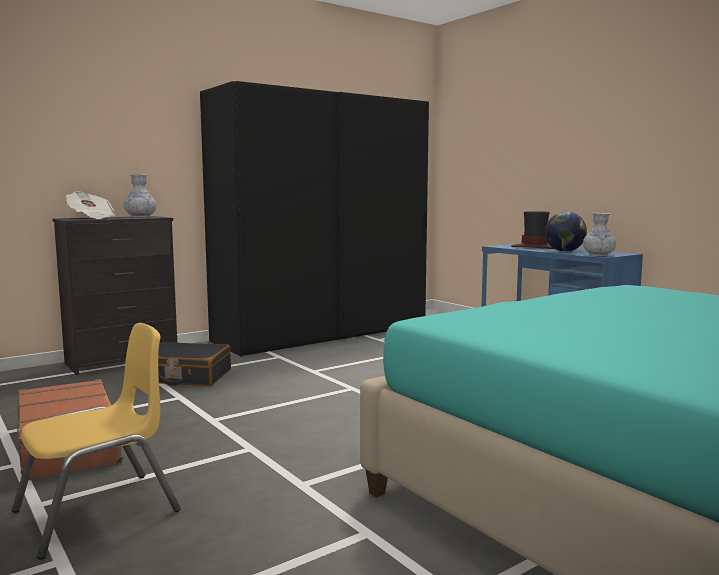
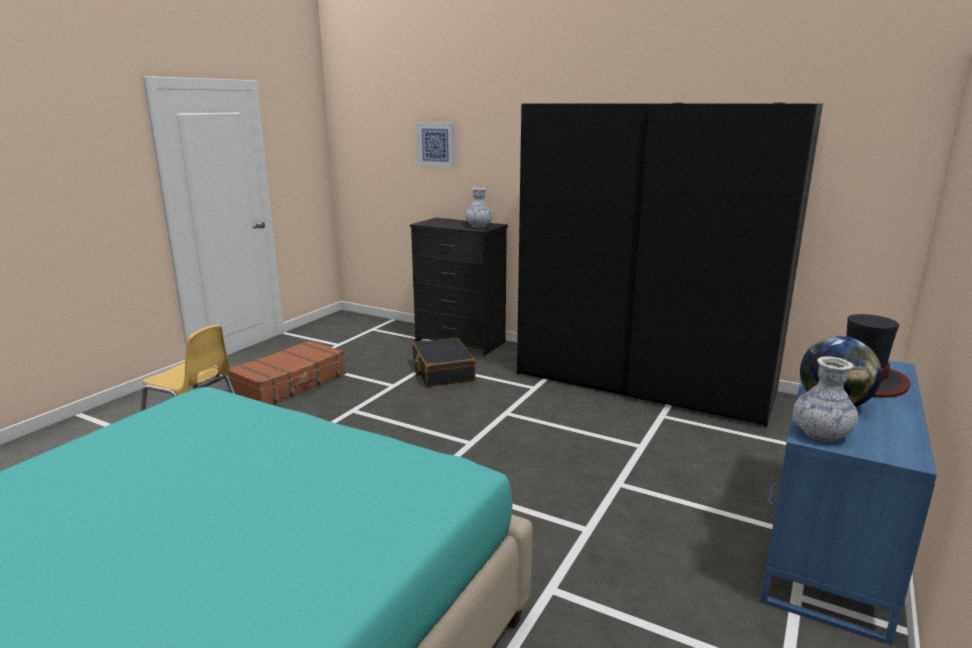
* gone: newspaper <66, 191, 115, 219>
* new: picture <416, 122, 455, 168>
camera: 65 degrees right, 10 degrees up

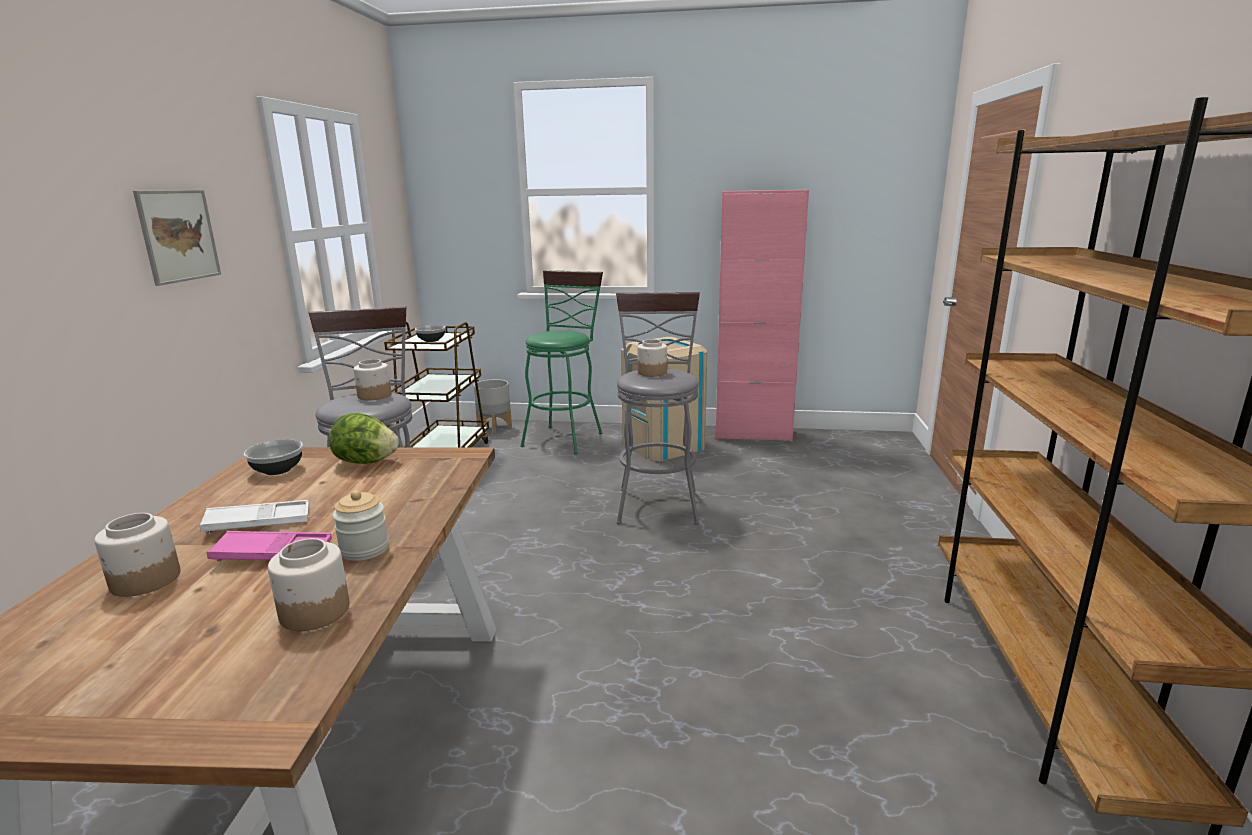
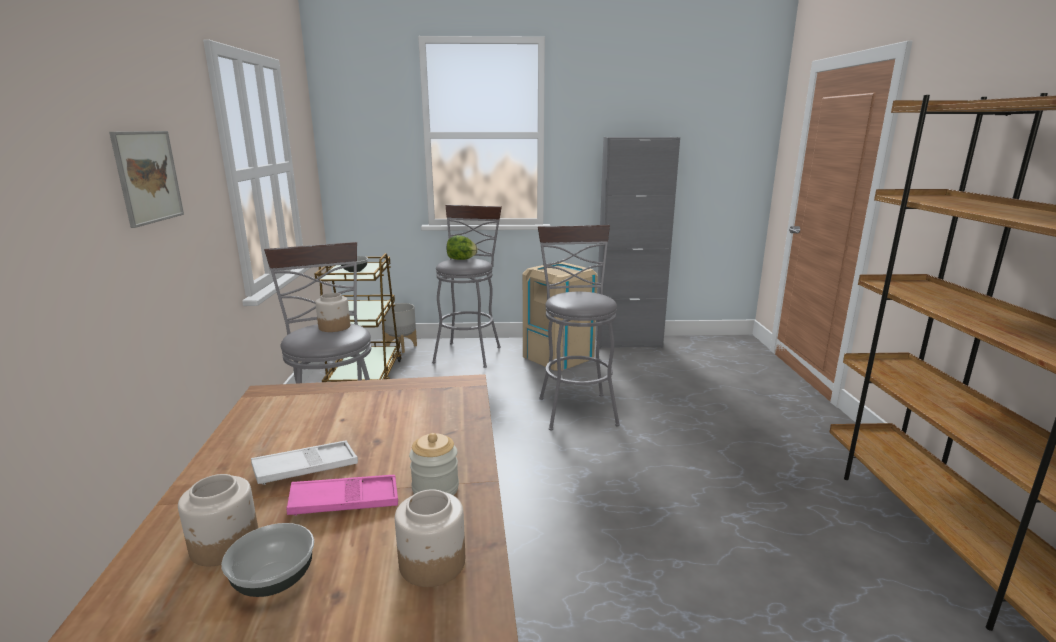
* gone: jar <637, 339, 667, 377>
* shifted: bowl <244, 439, 303, 475> to <221, 523, 314, 597>
* shifted: lettuce <329, 413, 399, 464> to <446, 235, 478, 260>
* repainted: green stool <521, 270, 603, 454> to grey stool <432, 205, 502, 368>
* repainted: pink cabinet <716, 190, 809, 442> to grey cabinet <595, 137, 680, 348>
camera: 10 degrees left, 0 degrees up

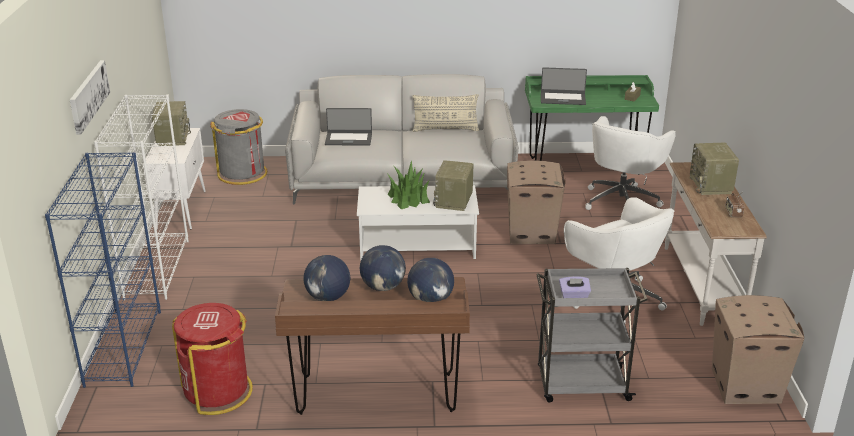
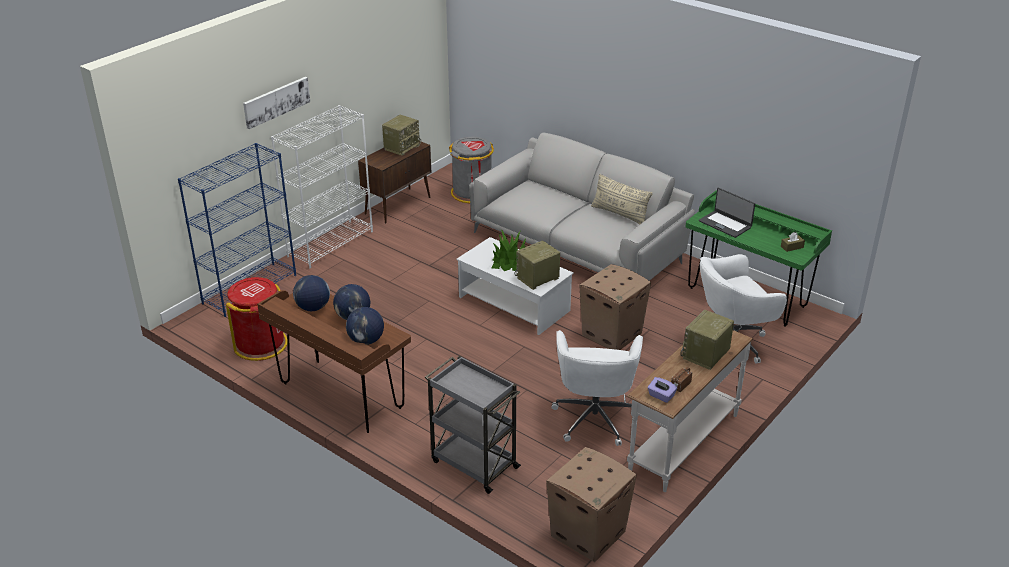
* gone: laptop <325, 108, 372, 145>
* shifted: purple tissue box <559, 276, 591, 298> to <648, 377, 677, 403>
* repainted: white cabinet <143, 128, 206, 229> to brown cabinet <358, 142, 431, 224>
camera: 40 degrees right, 5 degrees up

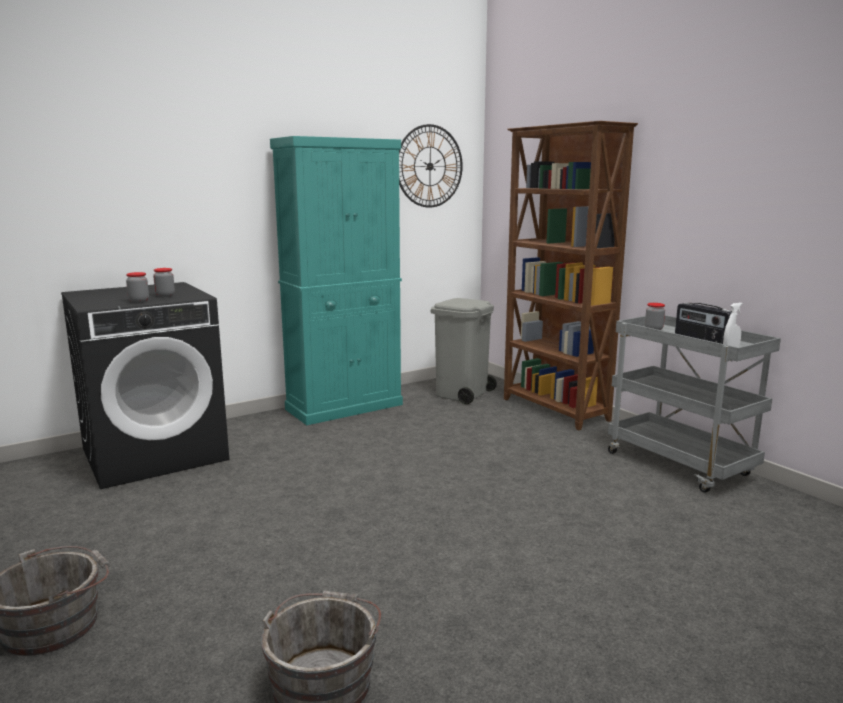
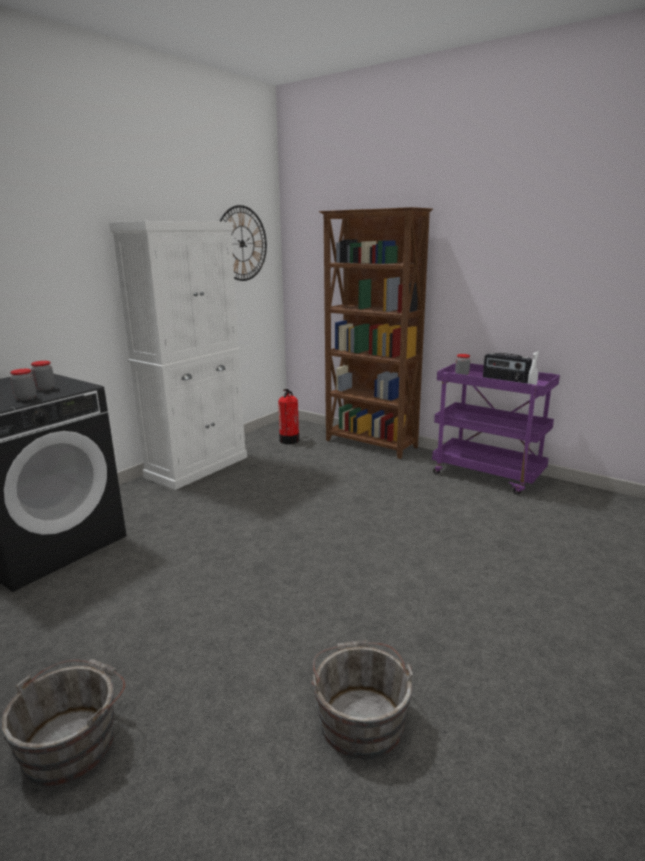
* swapped: grey trash can <430, 298, 497, 404> to fire extinguisher <278, 389, 299, 444>
* repainted: turquoise cabinet <270, 136, 403, 425> to white cabinet <109, 221, 247, 490>
* repainted: grey cart <608, 315, 781, 493> to purple cart <432, 363, 560, 495>
camera: 20 degrees left, 5 degrees up

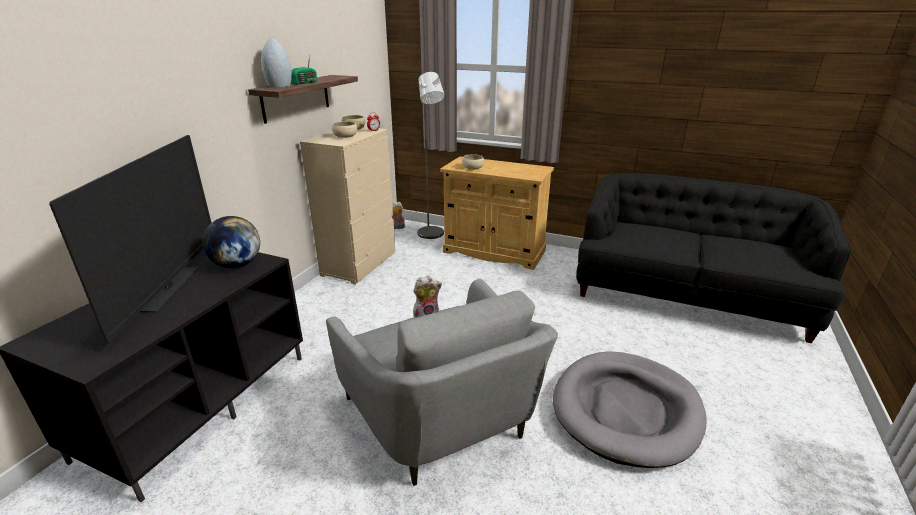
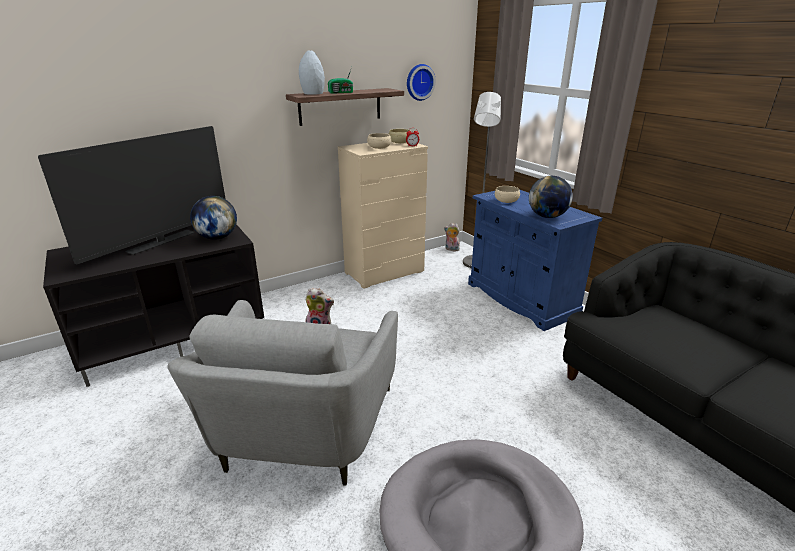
* new: wall clock <407, 64, 436, 101>
* new: globe <529, 176, 573, 218>
* repainted: beige cabinet <440, 156, 554, 270> to blue cabinet <468, 189, 602, 331>
camera: 35 degrees right, 0 degrees up

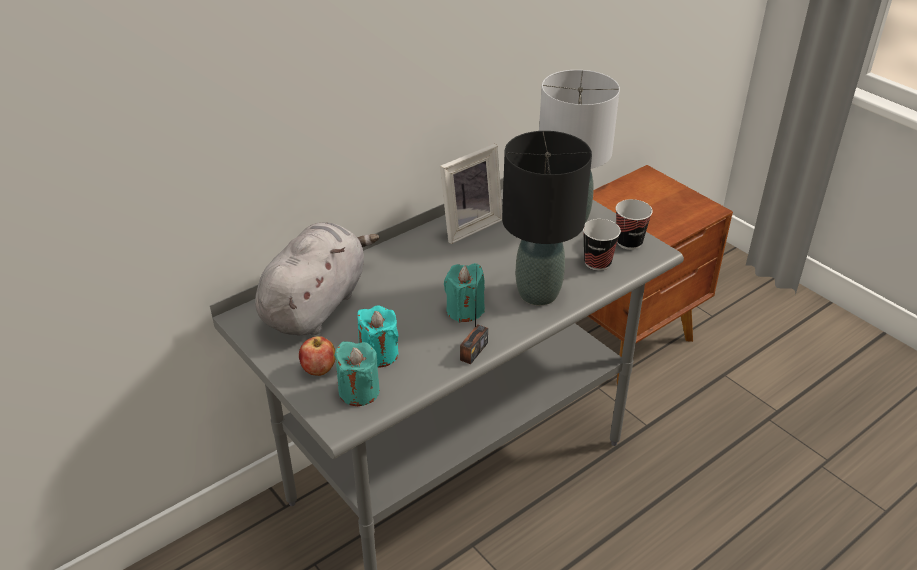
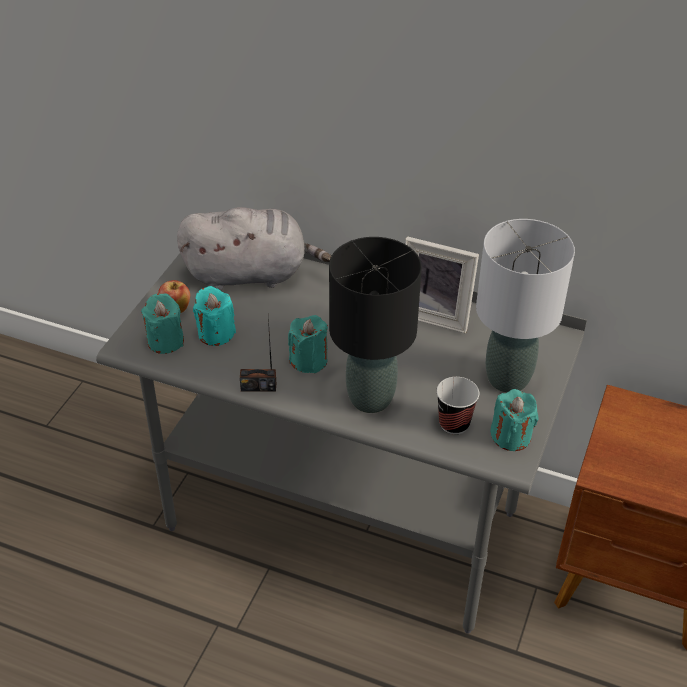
* swapped: cup <615, 199, 653, 250> to turquoise candle <490, 389, 538, 451>
camera: 60 degrees right, 5 degrees up

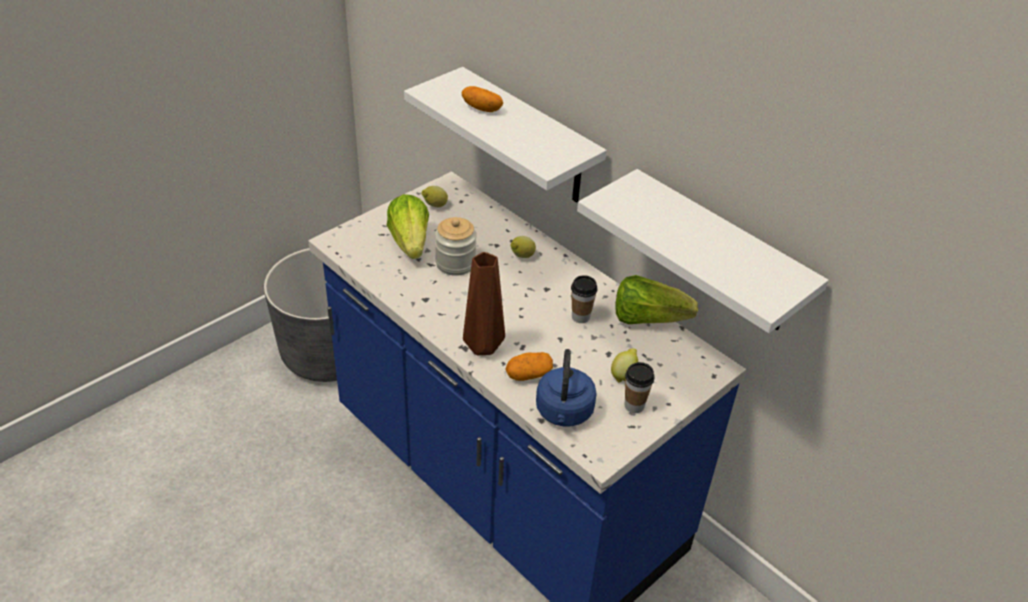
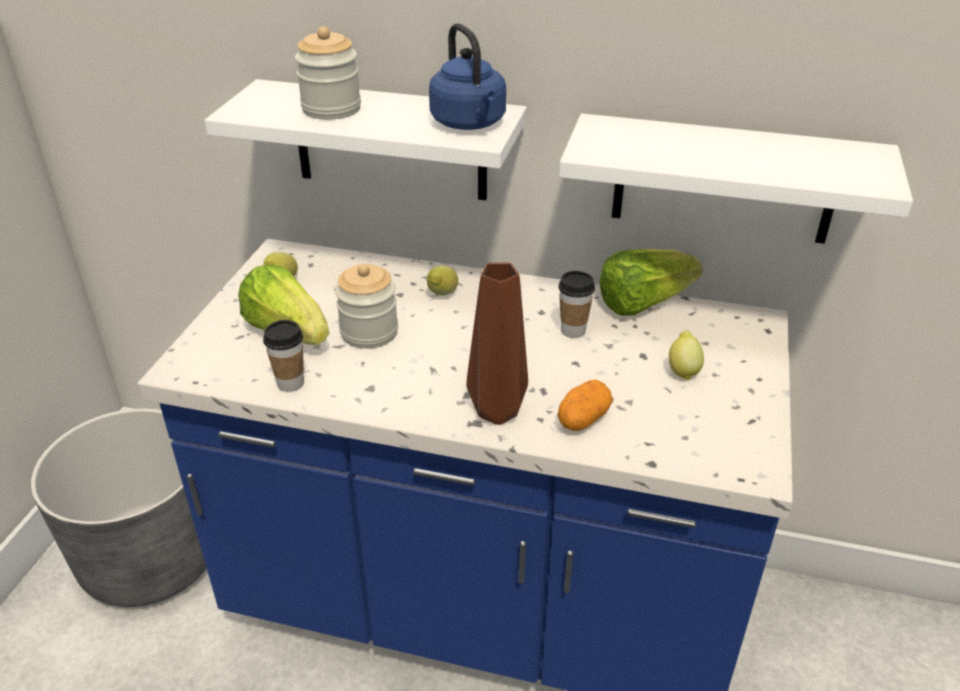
* shifted: blue kettle <536, 349, 597, 427> to <429, 23, 506, 130>
* shifted: cup <625, 362, 654, 413> to <263, 320, 304, 392>
* swapped: potato <462, 86, 503, 112> to jar <295, 27, 361, 120>
camera: 30 degrees left, 5 degrees down

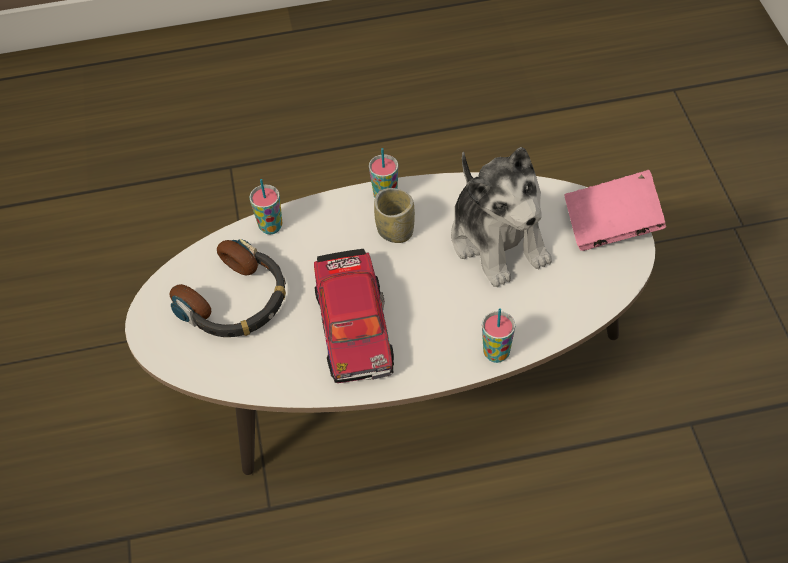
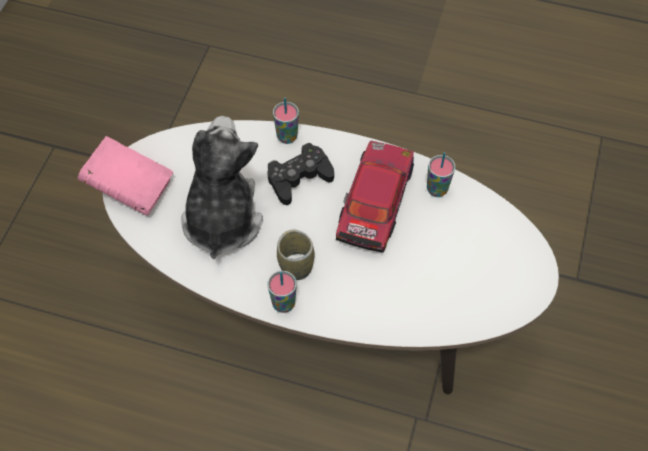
* gone: headphones <170, 239, 286, 337>
* new: black game controller <267, 143, 334, 205>
* shifted: cup <249, 179, 282, 235> to <427, 152, 455, 197>
camera: 155 degrees left, 5 degrees up

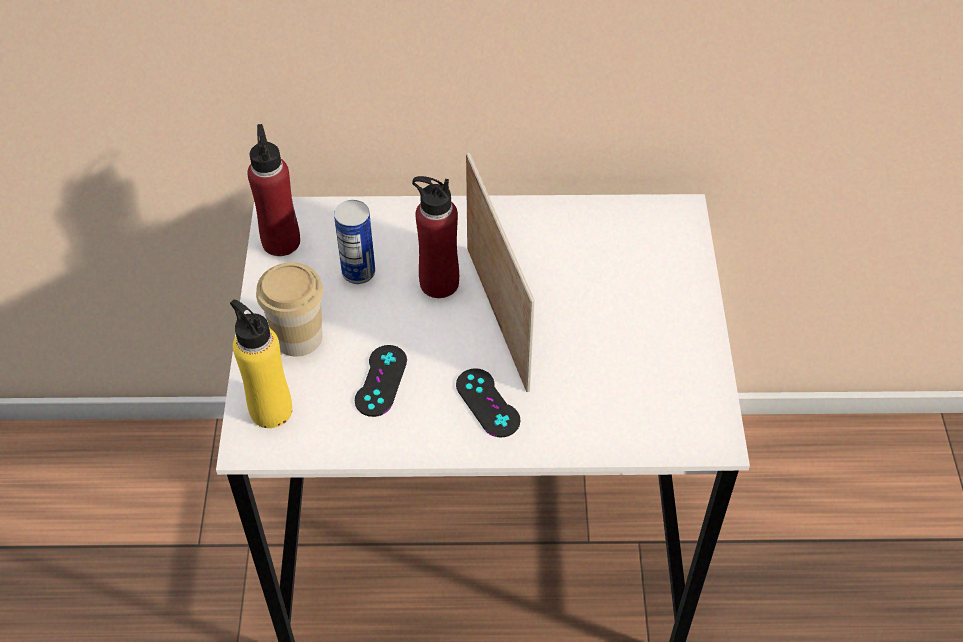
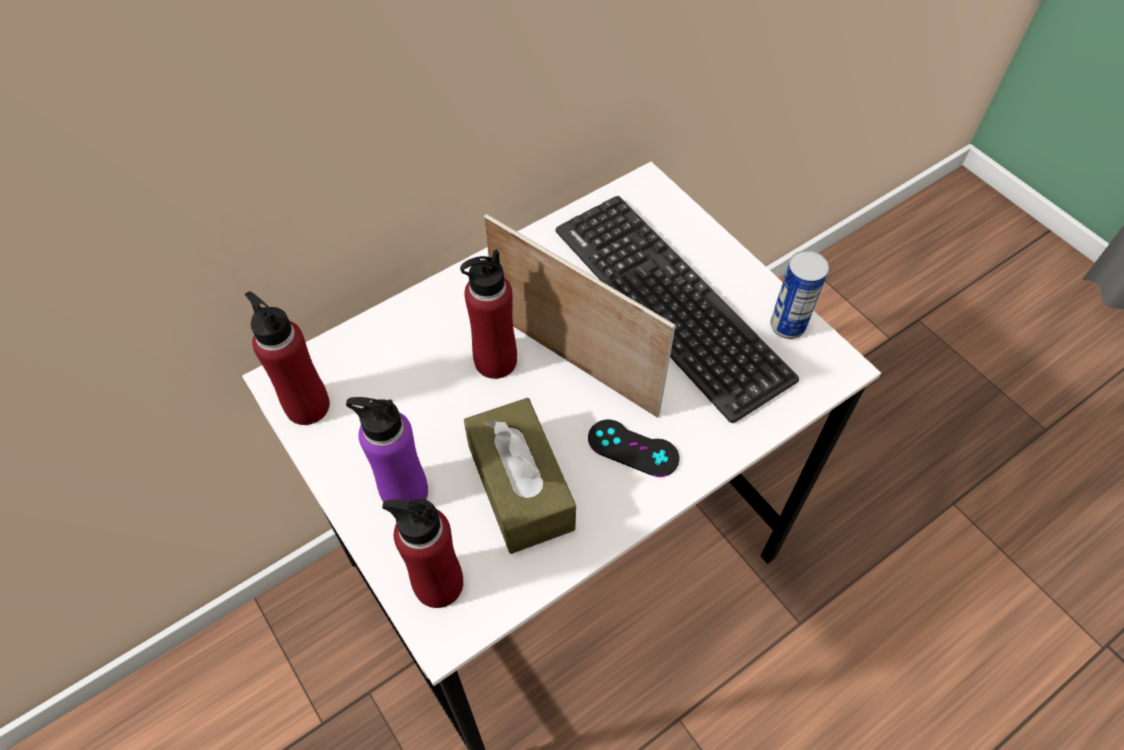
* new: keyboard <556, 196, 799, 423>
* shifted: can <334, 200, 375, 284> to <770, 251, 829, 339>
* swapped: cup <256, 262, 323, 357> to purple bottle <346, 397, 428, 509>
* swapped: black game controller <355, 345, 407, 417> to brown tissue box <464, 398, 576, 554>
* repainted: yellow bottle <230, 300, 292, 428> to red bottle <382, 499, 463, 608>
camera: 35 degrees left, 5 degrees up

